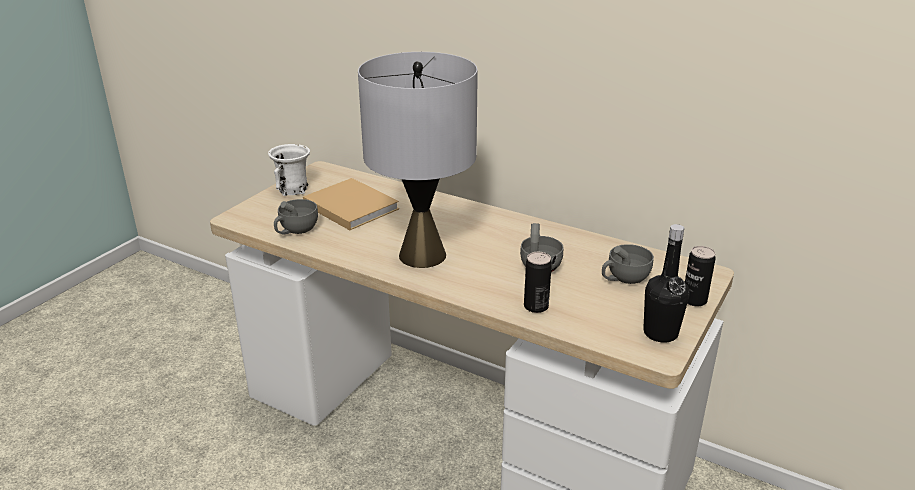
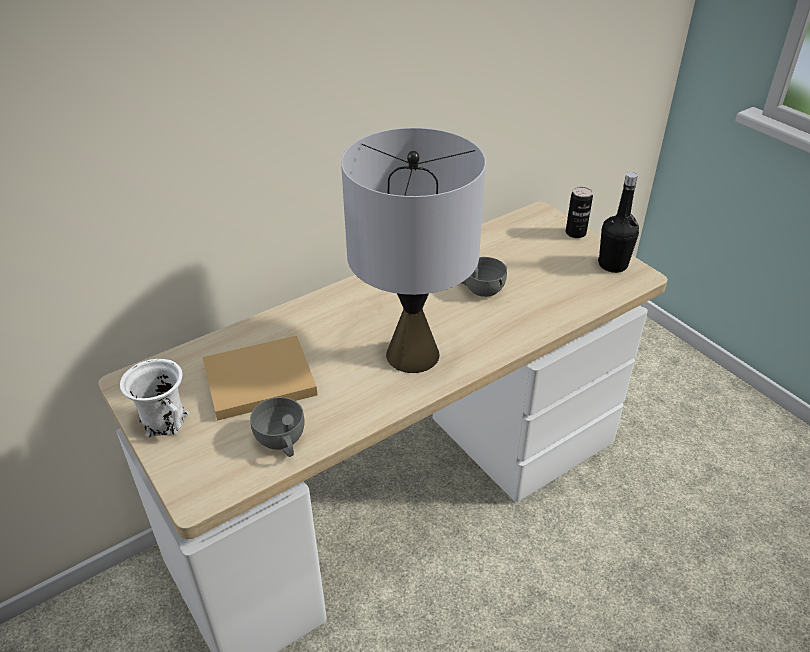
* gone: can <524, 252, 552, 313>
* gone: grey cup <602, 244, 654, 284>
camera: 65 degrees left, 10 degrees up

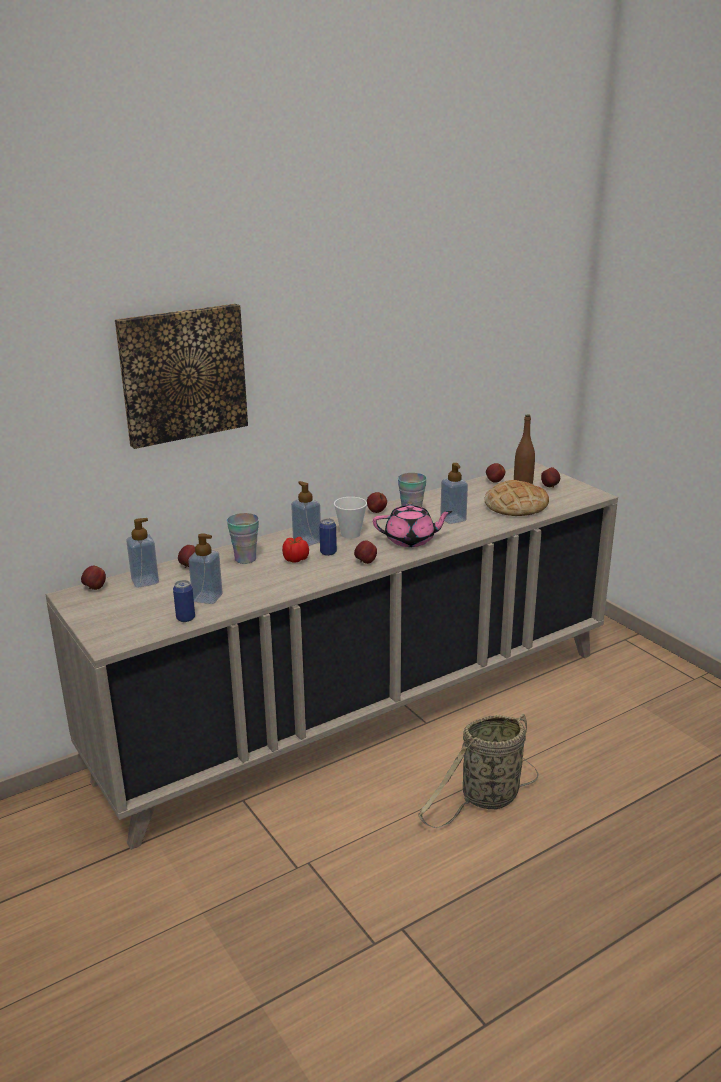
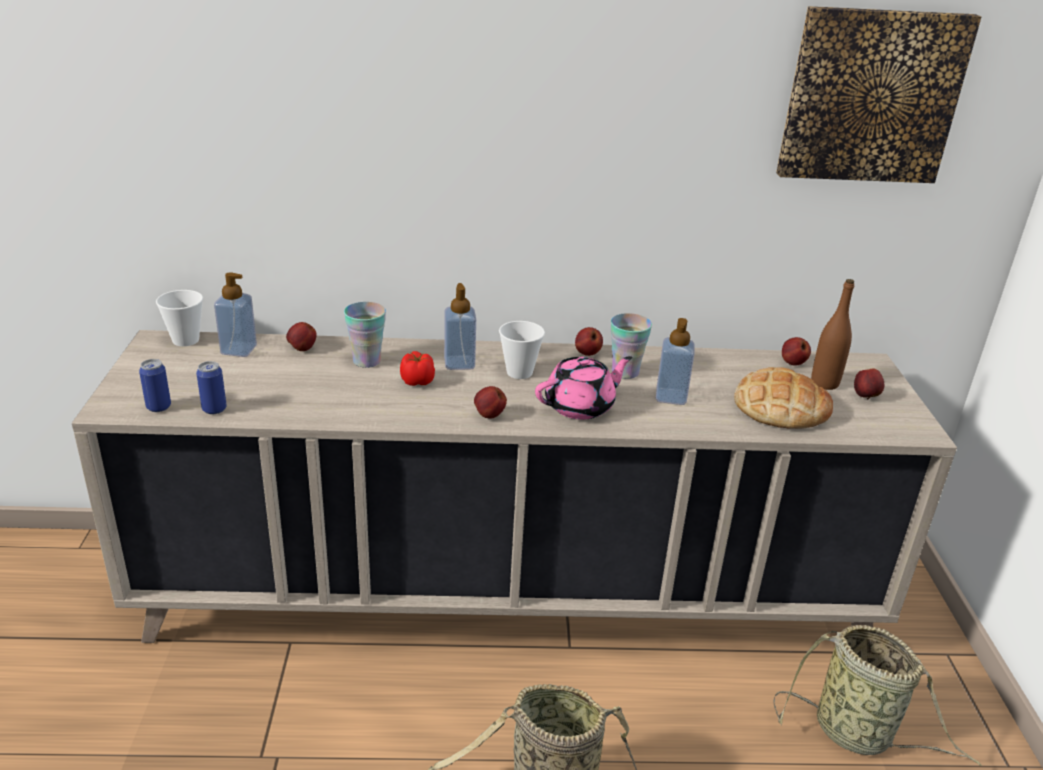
* gone: soap dispenser <188, 533, 223, 604>
* new: basket <773, 625, 982, 766>
* shifted: picture <115, 304, 248, 449> to <776, 6, 981, 183>
* shifted: can <319, 518, 337, 556> to <139, 359, 171, 412>
* swapped: apple <81, 566, 106, 590> to cup <156, 290, 203, 346>
* rotated: pink teapot <373, 504, 453, 547> = <535, 356, 633, 420> 60 degrees counterclockwise
camera: 30 degrees right, 5 degrees up

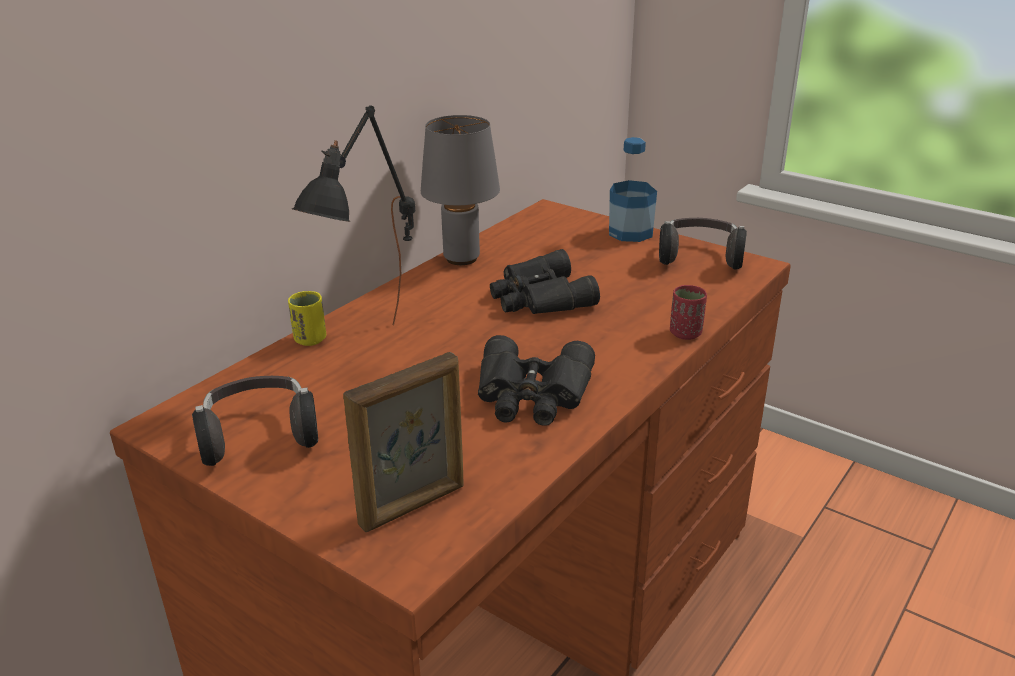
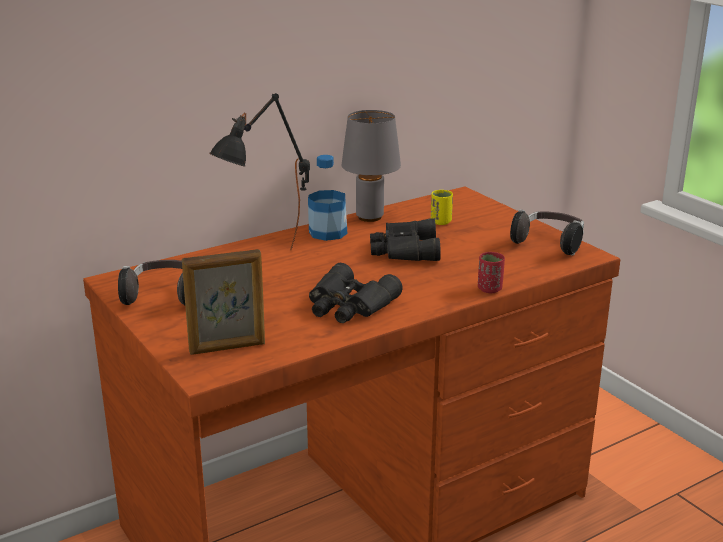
* shifted: yellow cup <288, 291, 326, 346> to <431, 190, 453, 225>
* shifted: bottle <609, 137, 657, 242> to <308, 155, 347, 241>
camera: 20 degrees right, 5 degrees down

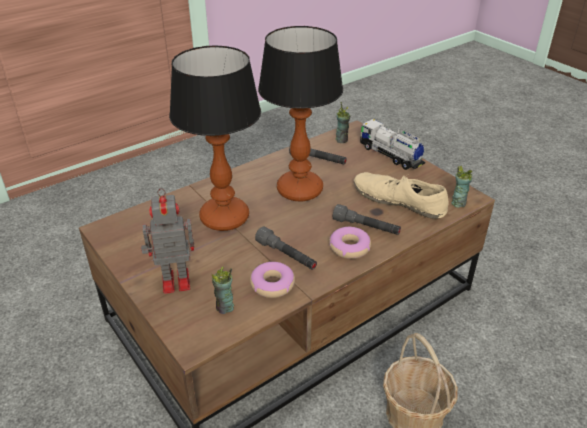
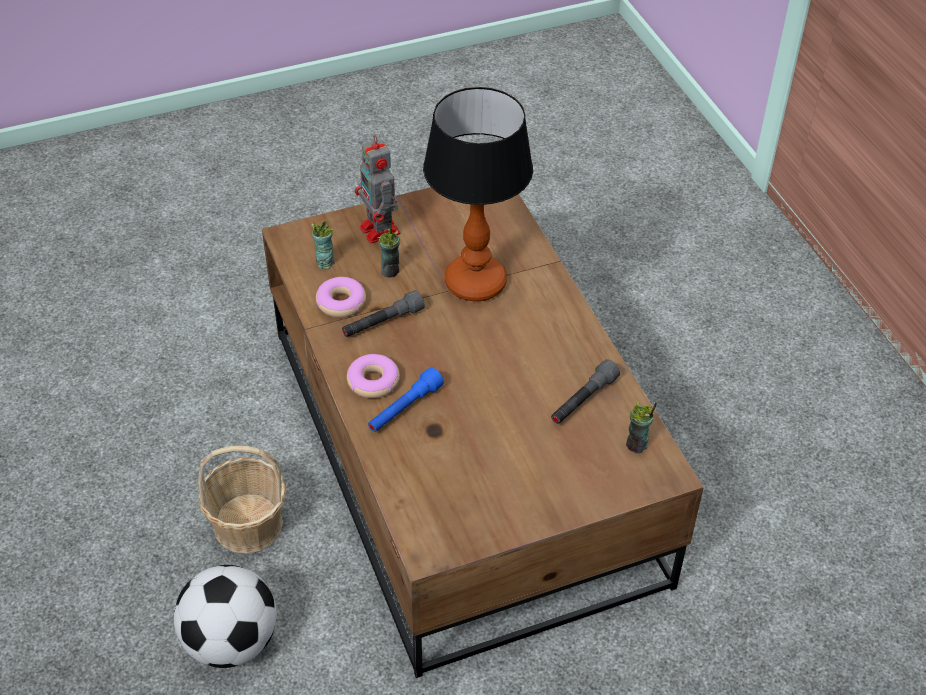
* gone: table lamp <258, 26, 343, 202>
* gone: beige shoe <354, 172, 449, 219>
* gone: toy truck <360, 119, 425, 170>
* new: football <174, 565, 277, 668>
* shifted: cup <451, 166, 472, 208> to <377, 221, 400, 278>
* repainted: grey flashlight <333, 204, 401, 235> to blue flashlight <368, 368, 444, 432>
* rotated: toy robot <141, 188, 194, 294> = <355, 134, 400, 244> 150 degrees clockwise
camera: 105 degrees right, 10 degrees up

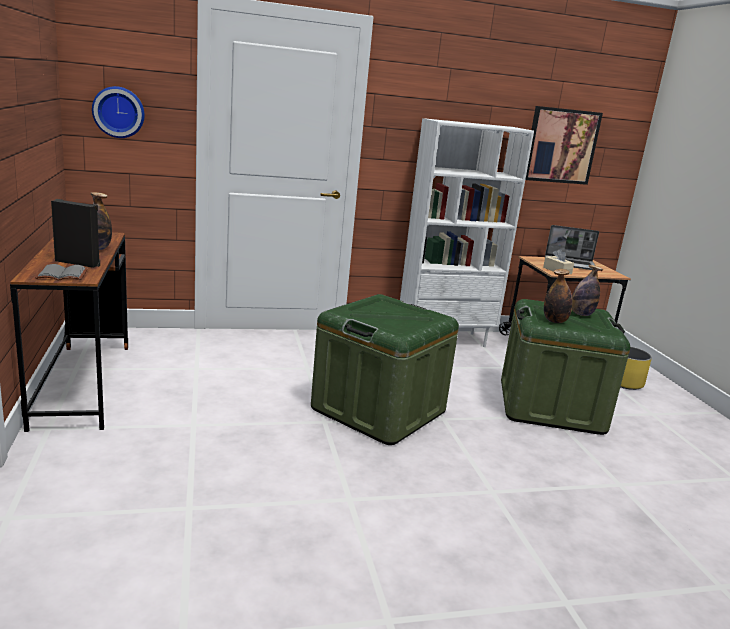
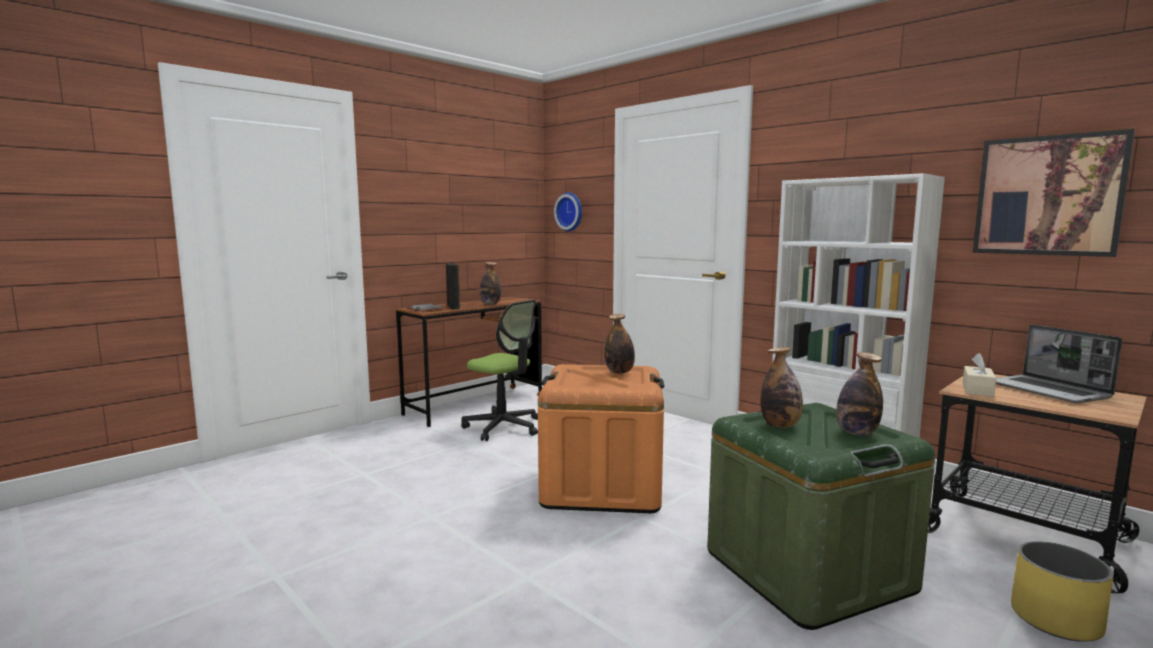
* new: office chair <461, 300, 538, 441>
* new: bottle <605, 314, 635, 374>
* repainted: green storage box <311, 294, 459, 445> to orange storage box <538, 364, 664, 513>
camera: 60 degrees right, 10 degrees down

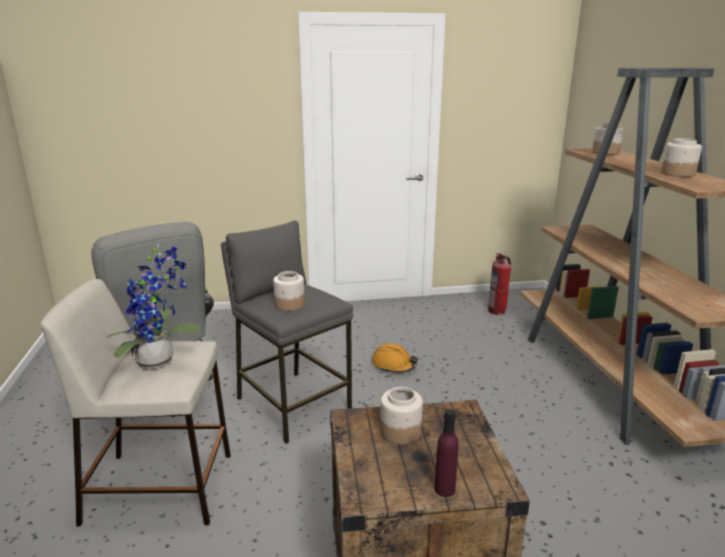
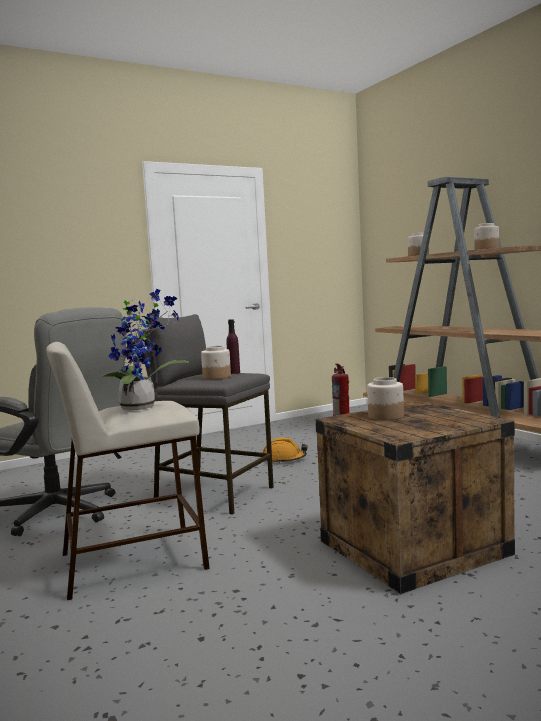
* shifted: purple bottle <435, 409, 459, 497> to <227, 319, 240, 374>
camera: 20 degrees left, 15 degrees down

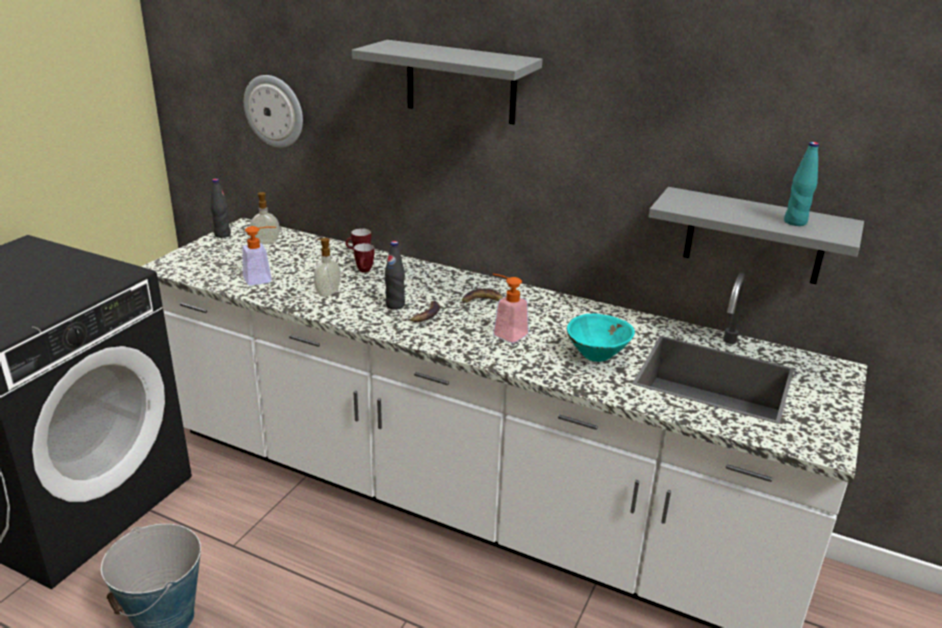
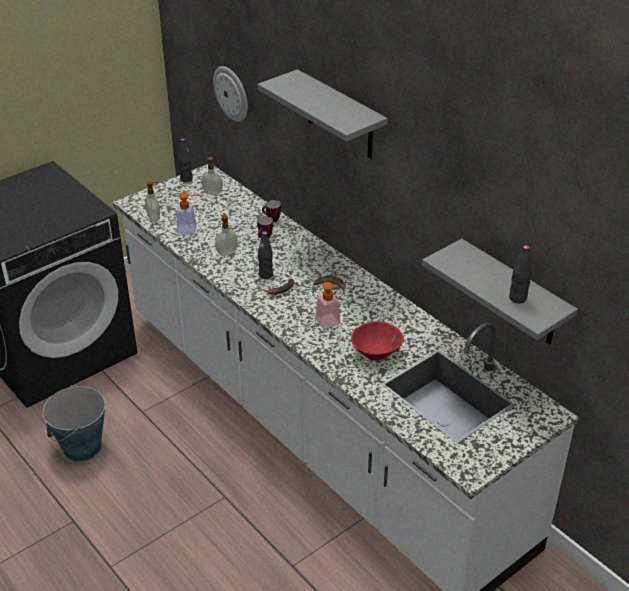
* new: soap dispenser <145, 181, 160, 222>
* repainted: turquoise bowl <567, 314, 635, 362> to red bowl <351, 321, 404, 361>
* repainted: turquoise bottle <784, 142, 819, 226> to black bottle <509, 245, 532, 303>
camera: 25 degrees right, 10 degrees up

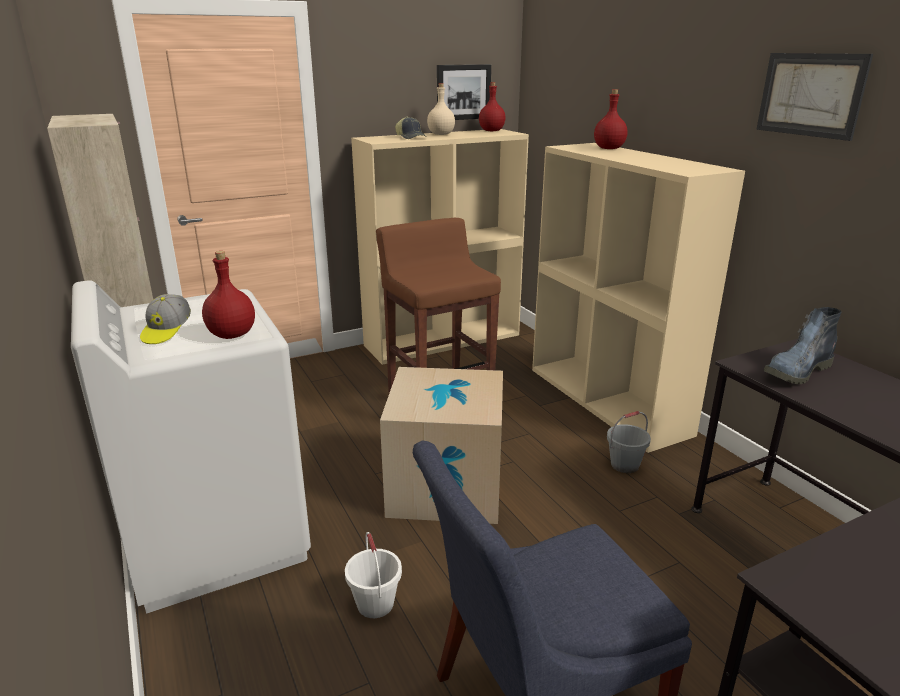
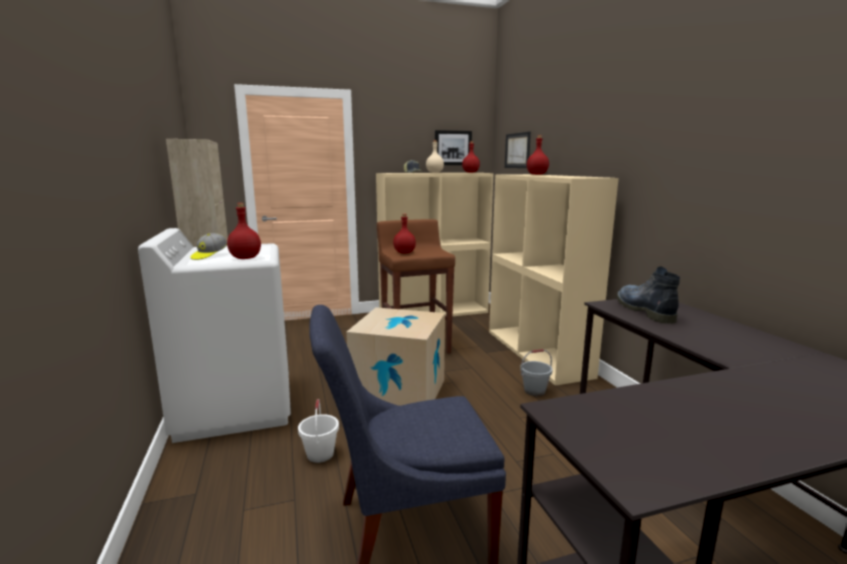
* new: red bottle <393, 214, 416, 253>
* shifted: picture <756, 53, 873, 141> to <505, 132, 531, 168>
* rotated: boot <764, 307, 842, 384> = <617, 266, 680, 324> 105 degrees clockwise
camera: 10 degrees right, 10 degrees down

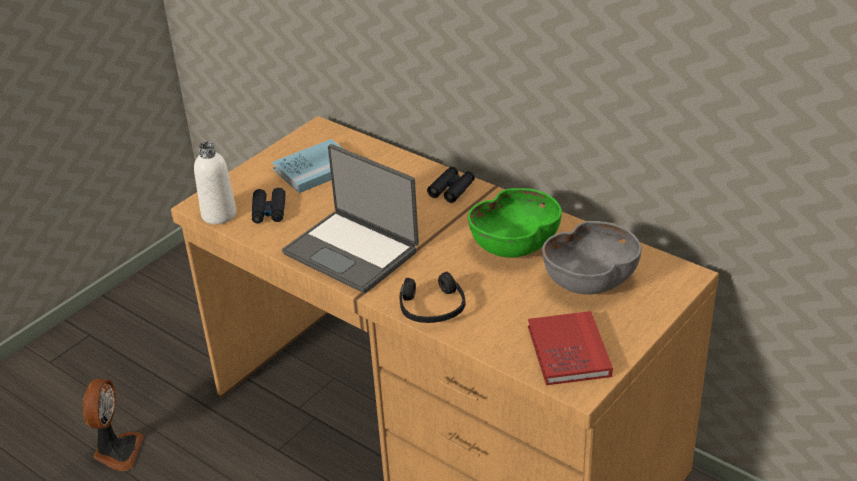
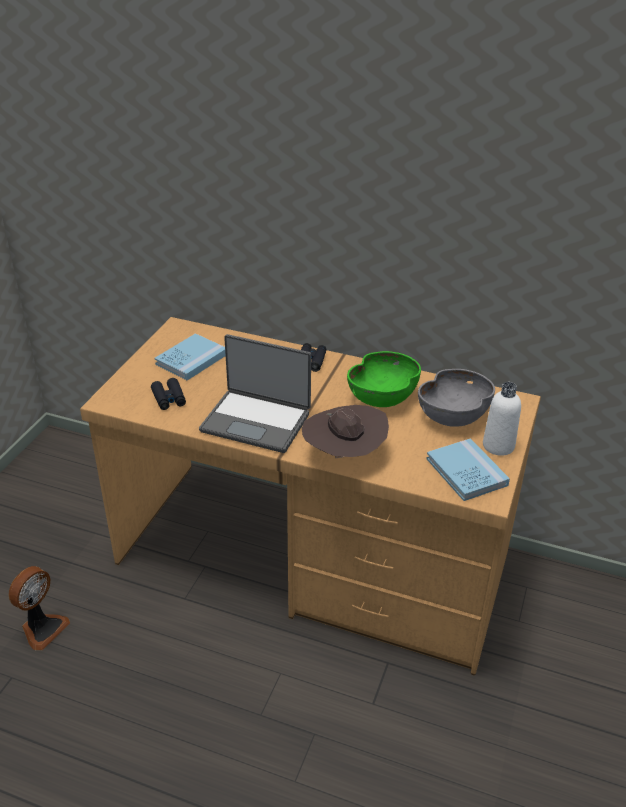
* shifted: white bottle <194, 142, 236, 224> to <483, 382, 521, 456>
* swapped: black headphones <399, 272, 465, 323> to brown hat <302, 405, 389, 458>
* repainted: red book <528, 311, 613, 385> to blue book <426, 438, 510, 501>
* rotated: fan <83, 379, 144, 471> = <8, 566, 70, 650> 45 degrees clockwise
camera: 20 degrees left, 0 degrees up

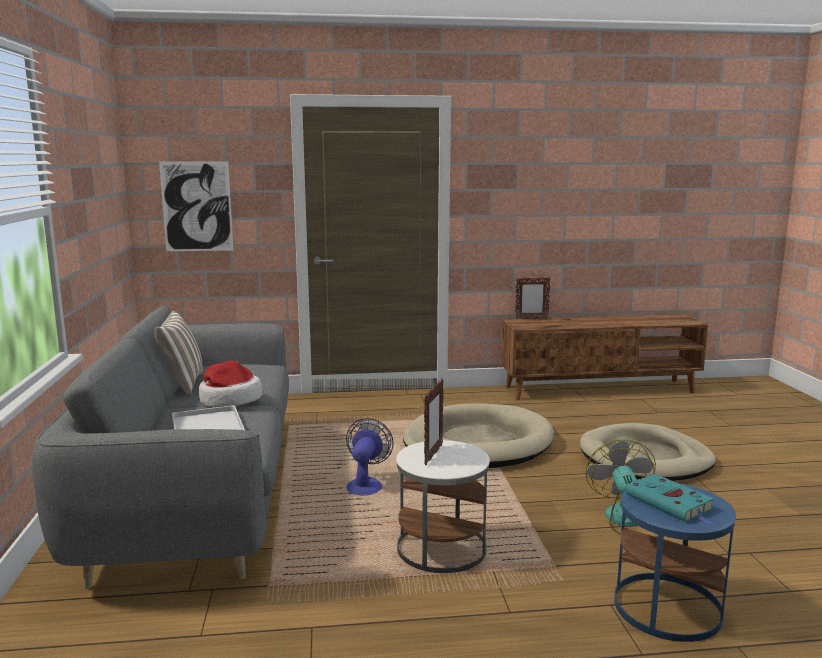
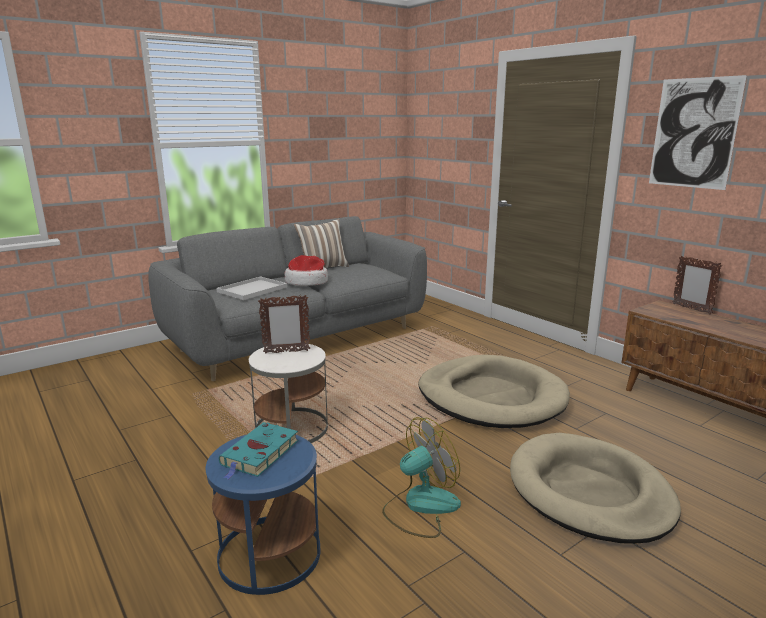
* gone: fan <346, 418, 393, 495>
* shifted: picture <159, 161, 233, 251> to <649, 75, 747, 190>
camera: 60 degrees right, 5 degrees up

